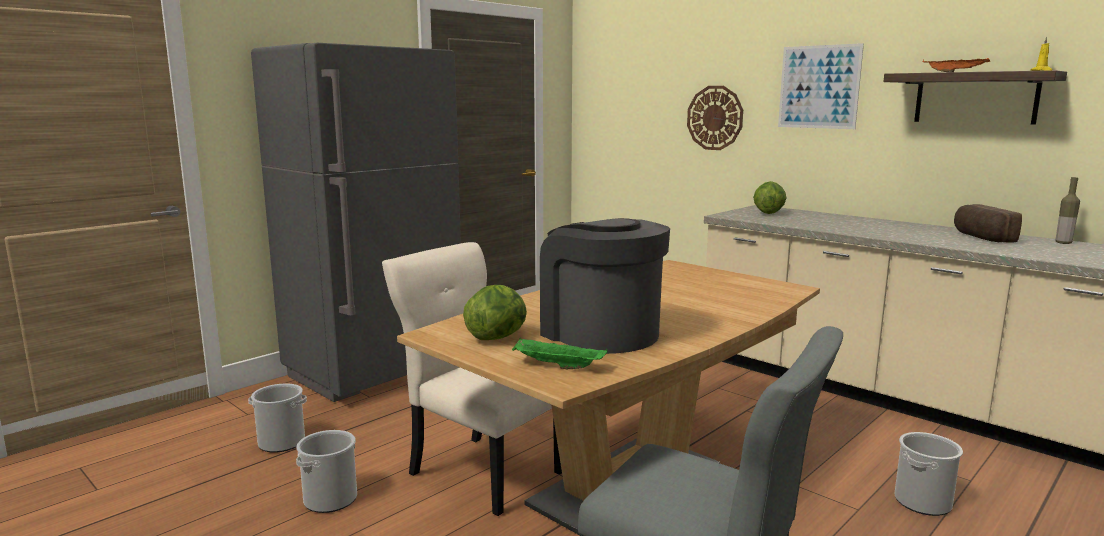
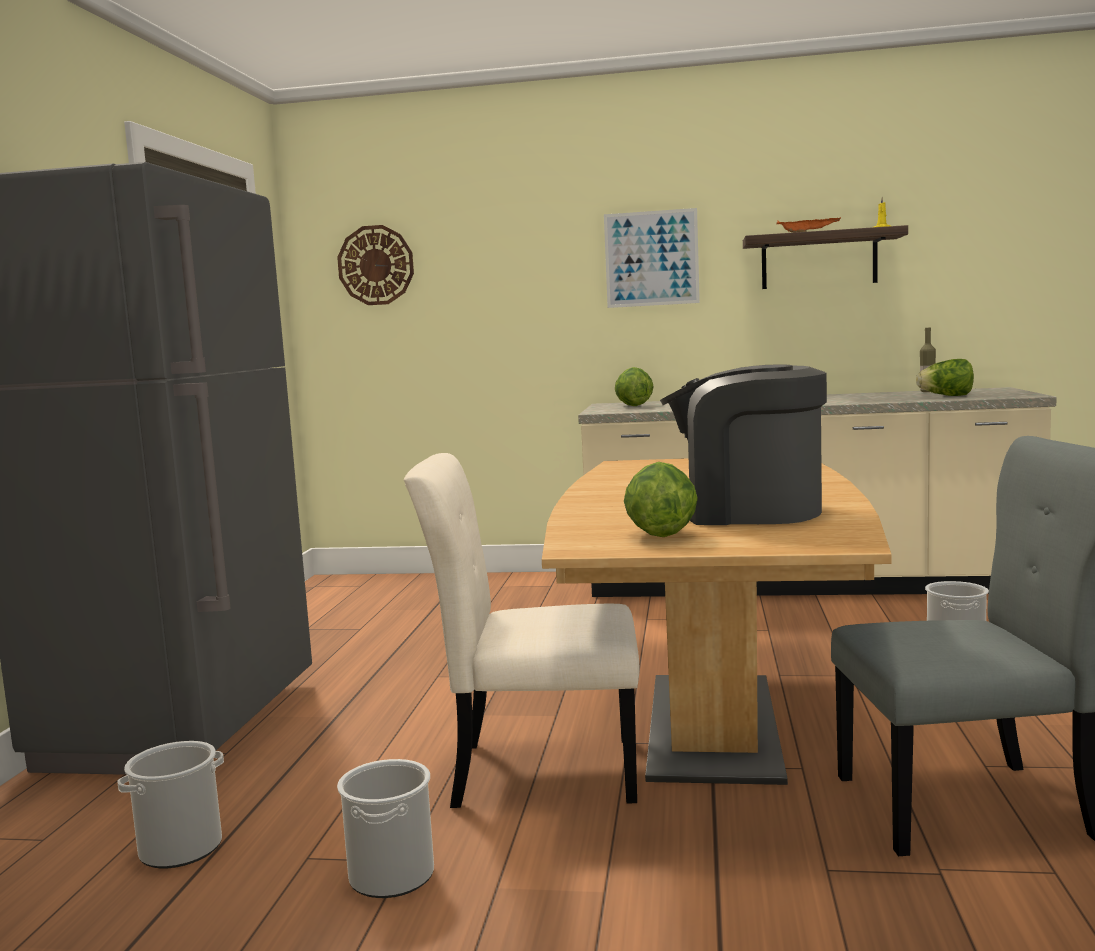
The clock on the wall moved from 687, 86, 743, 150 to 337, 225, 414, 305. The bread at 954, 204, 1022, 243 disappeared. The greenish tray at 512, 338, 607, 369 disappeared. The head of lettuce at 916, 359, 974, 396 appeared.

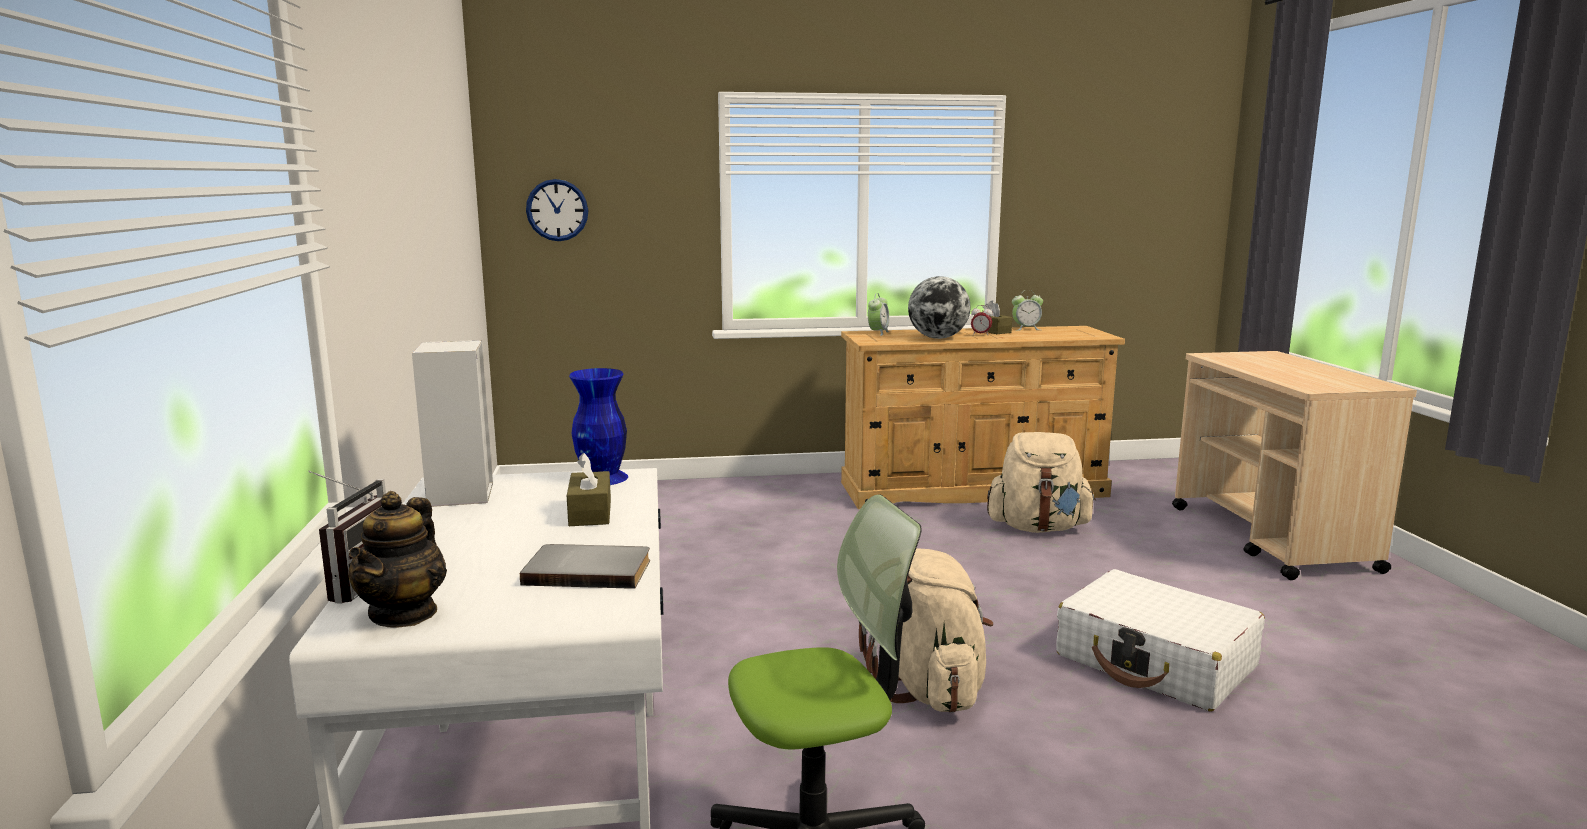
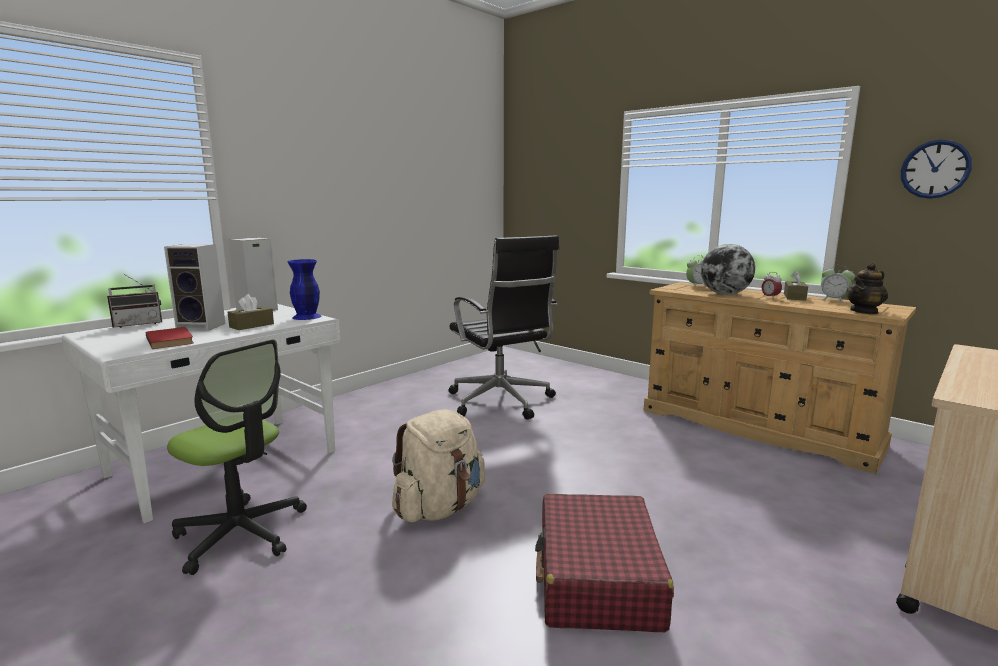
The clock on the wall moved from 526, 179, 588, 241 to 901, 139, 972, 199. The beige-coloured knapsack at 987, 432, 1096, 533 disappeared. The teapot moved from 348, 491, 447, 628 to 846, 263, 888, 314. The greyish volume at 520, 544, 650, 589 became the red volume at 146, 327, 194, 349. The white-coloured suitcase at 1056, 569, 1265, 712 became the red suitcase at 535, 493, 674, 632. The blackish computer chair at 449, 235, 559, 420 appeared. The loudspeaker at 164, 244, 225, 331 appeared.

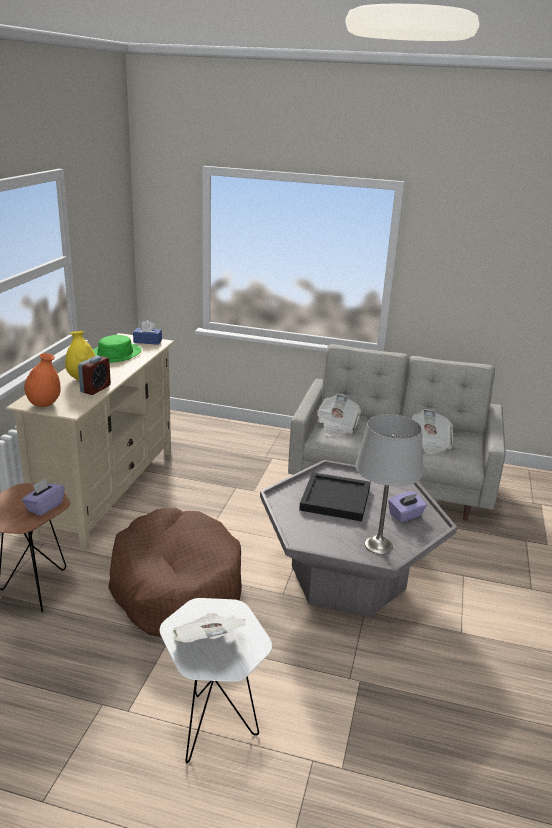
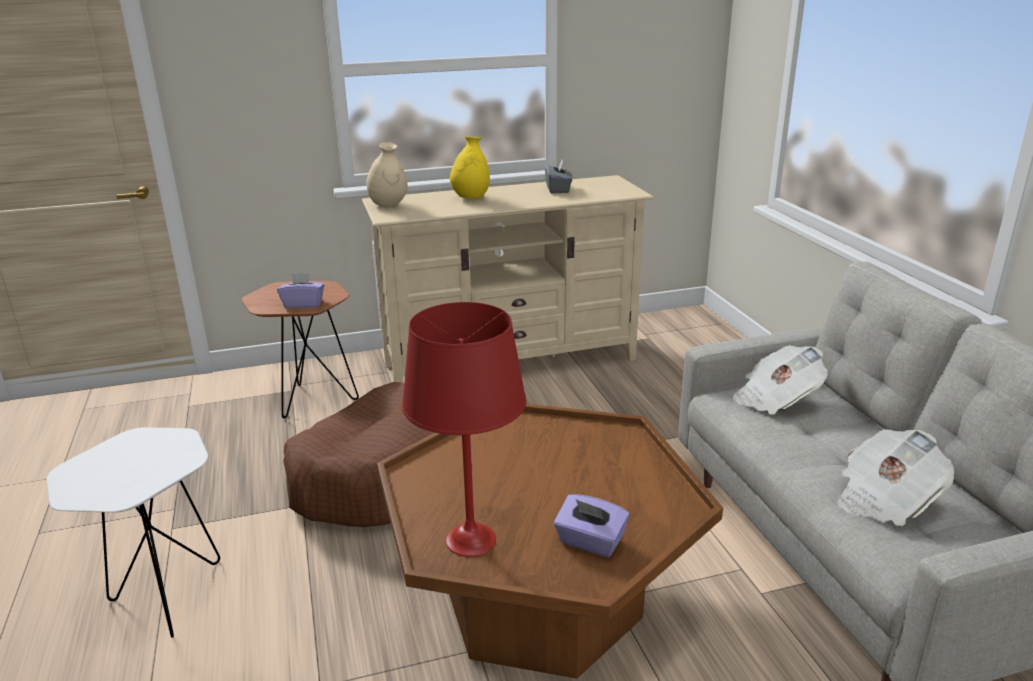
The blue-coloured box of tissues at 133, 320, 162, 345 disappeared. The greenish wearable hat at 93, 335, 142, 363 was replaced by the greyish box of tissues at 545, 160, 572, 194. The orangey vase at 24, 353, 61, 407 became the beige-coloured vase at 367, 142, 408, 207. The alarm clock at 78, 355, 111, 395 disappeared. The greyish table lamp at 355, 414, 423, 554 became the red table lamp at 402, 302, 526, 557. The greyish lounge table at 260, 460, 457, 617 became the brownish lounge table at 377, 404, 723, 679. The blackish tray at 299, 472, 371, 521 disappeared. The daily paper at 172, 613, 246, 643 disappeared.

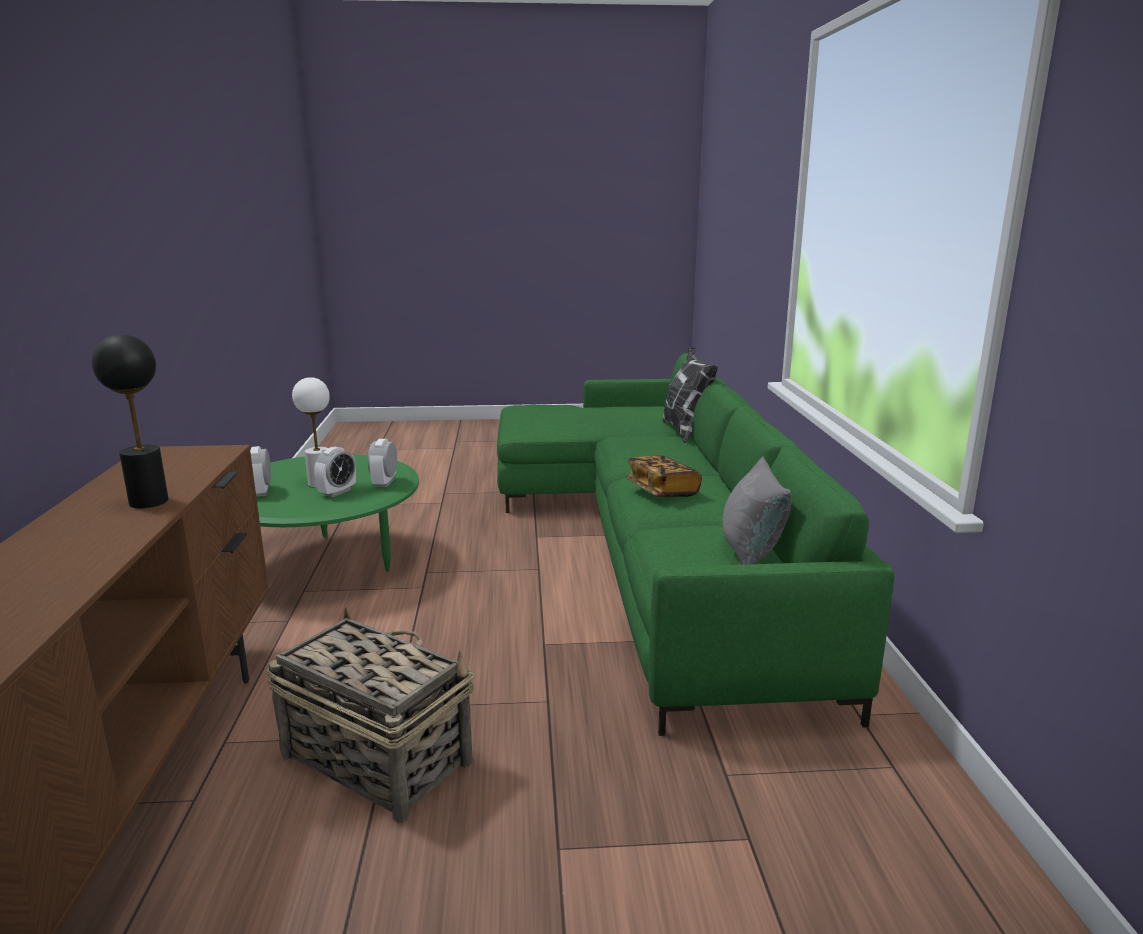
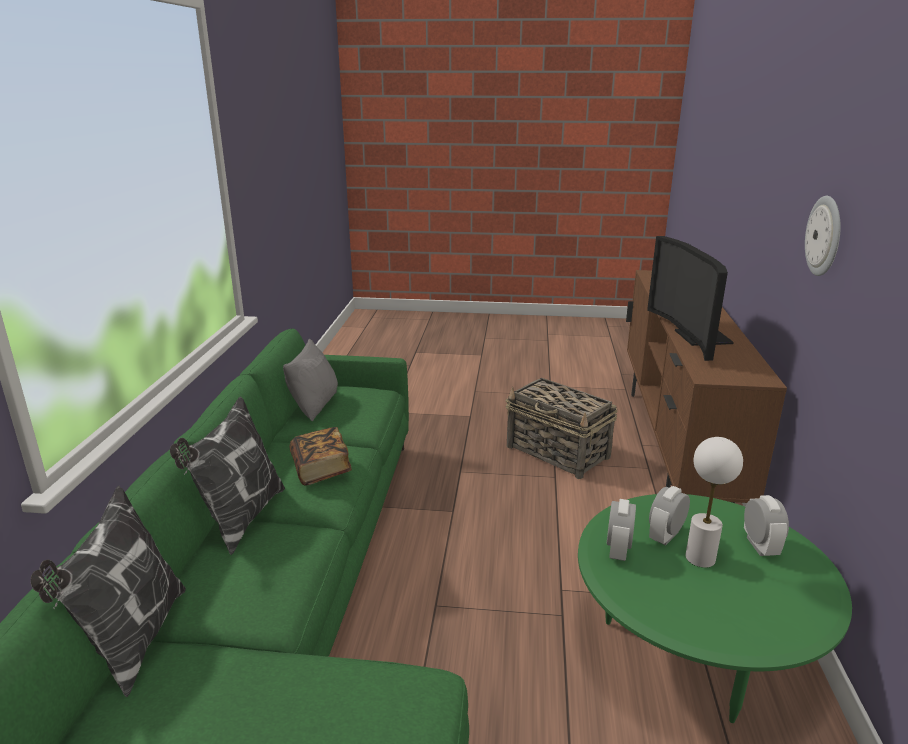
The blackish table lamp at 92, 334, 168, 508 was replaced by the TV at 647, 236, 734, 361. The clock on the wall at 805, 196, 841, 276 appeared. The cushion at 170, 397, 285, 555 appeared.

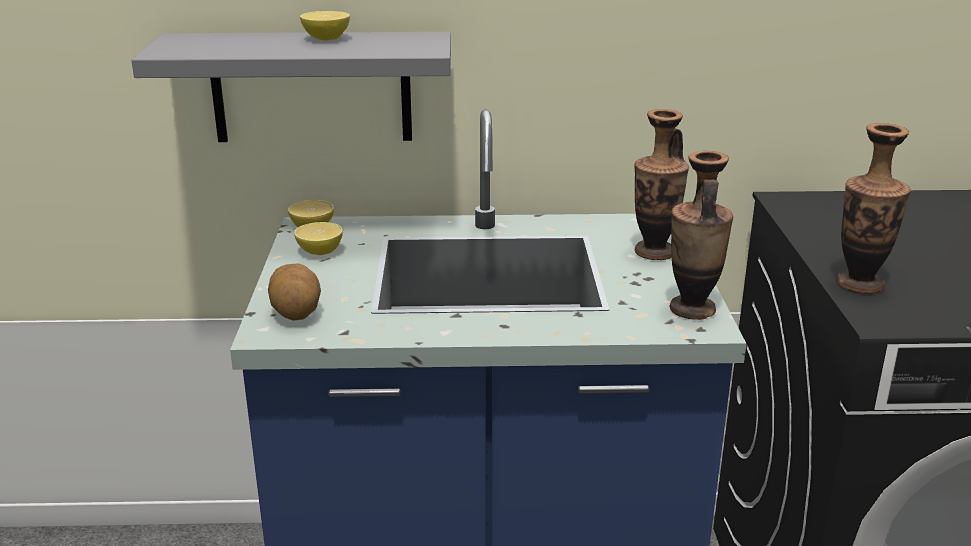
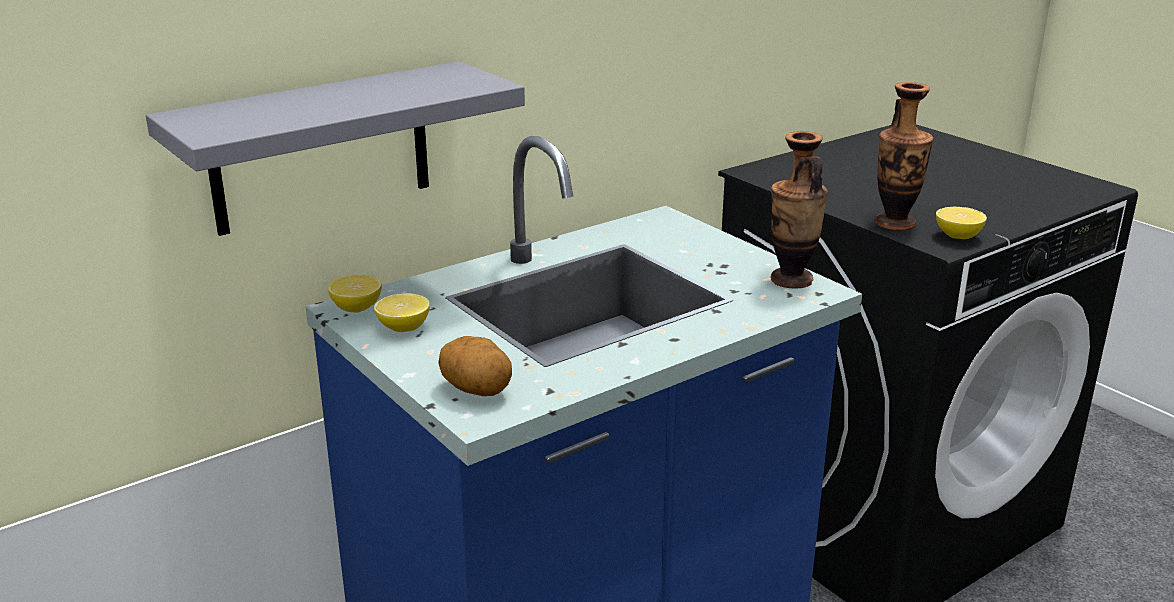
The lemon moved from 300, 11, 350, 40 to 936, 207, 987, 239. The vase at 634, 109, 689, 260 disappeared.

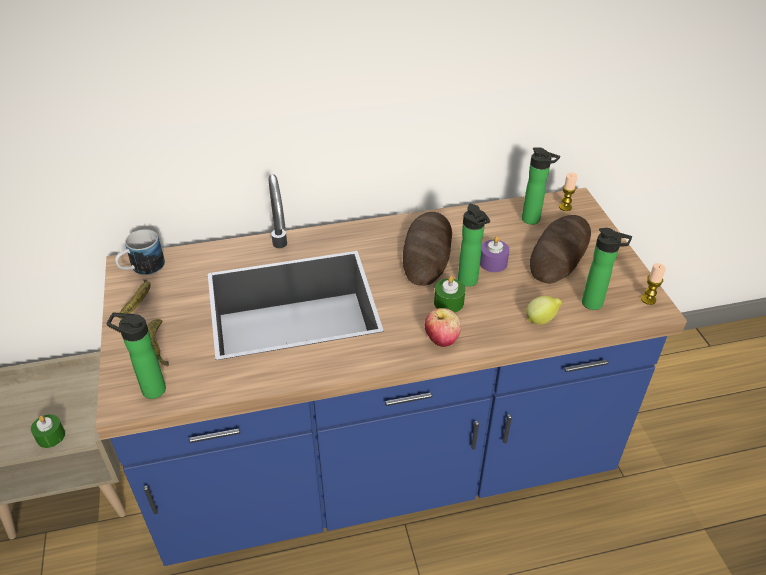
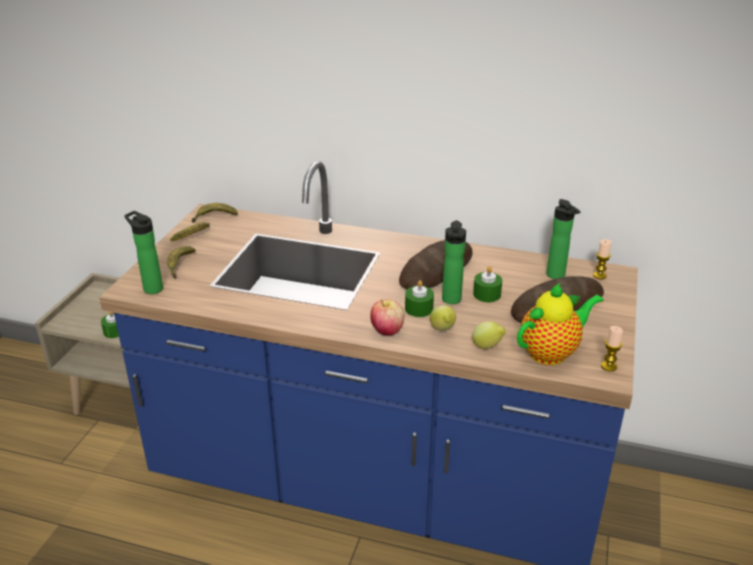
The drink bottle at 582, 228, 632, 310 was replaced by the teapot at 517, 282, 604, 365. The mug at 115, 229, 165, 275 was replaced by the banana fruit at 192, 203, 238, 223. The purplish candle at 480, 236, 510, 272 became the greenish candle at 473, 266, 502, 302. The lemon at 430, 305, 456, 331 appeared.

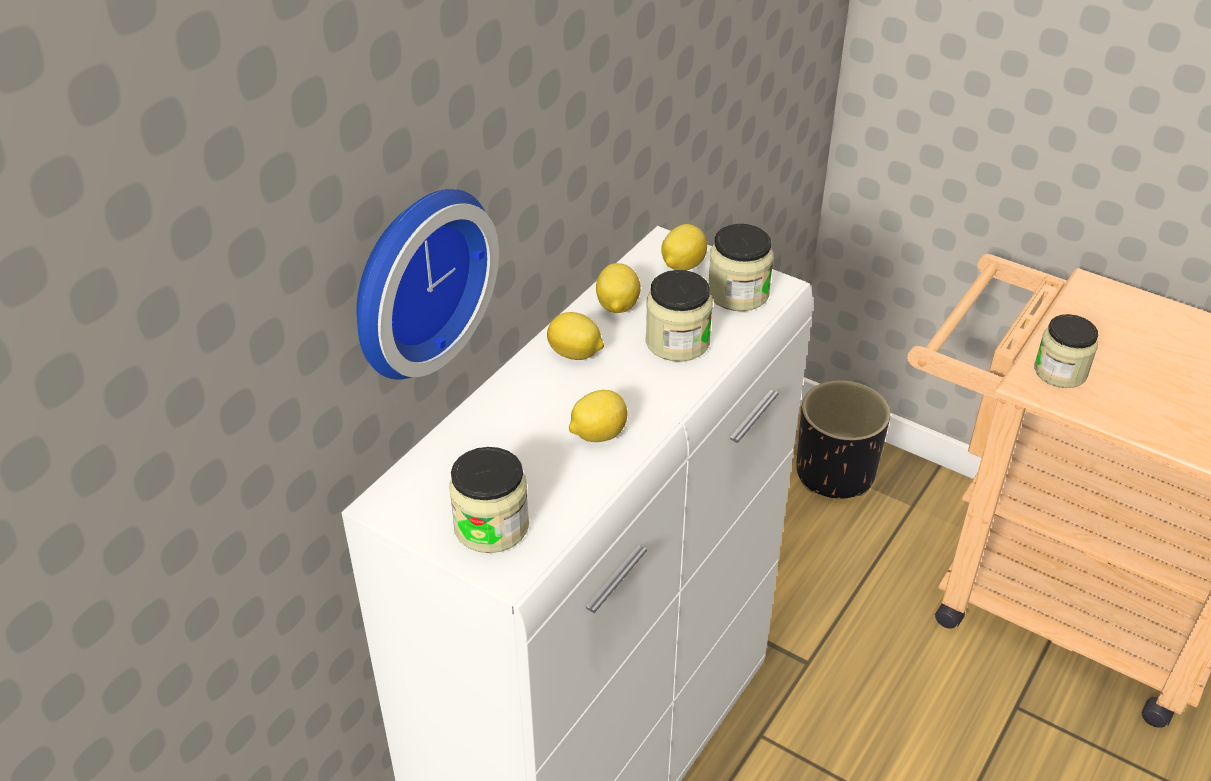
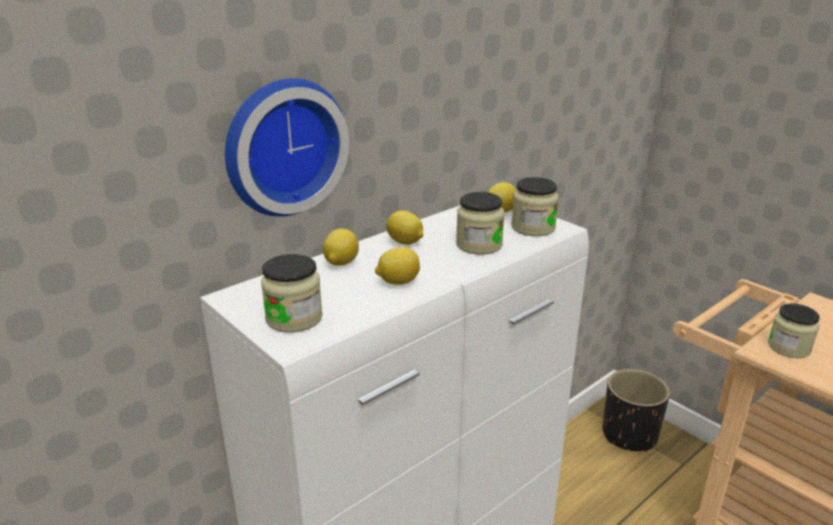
The lemon moved from 596, 263, 641, 313 to 322, 229, 359, 266.

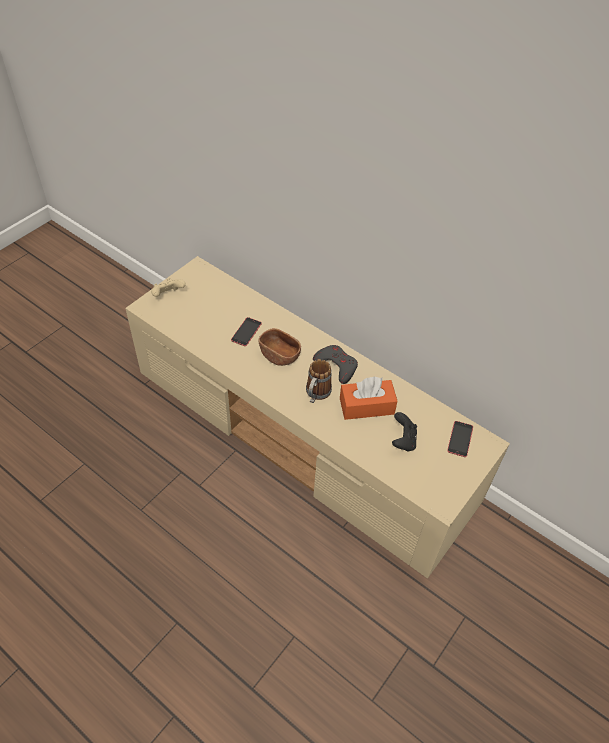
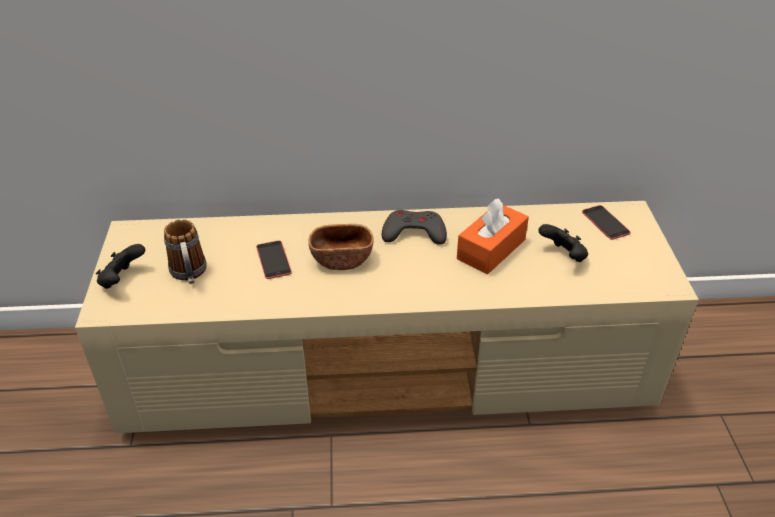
The beige-coloured game controller at 151, 278, 186, 297 became the blackish game controller at 96, 244, 145, 289. The mug moved from 306, 359, 332, 403 to 164, 219, 207, 284.

